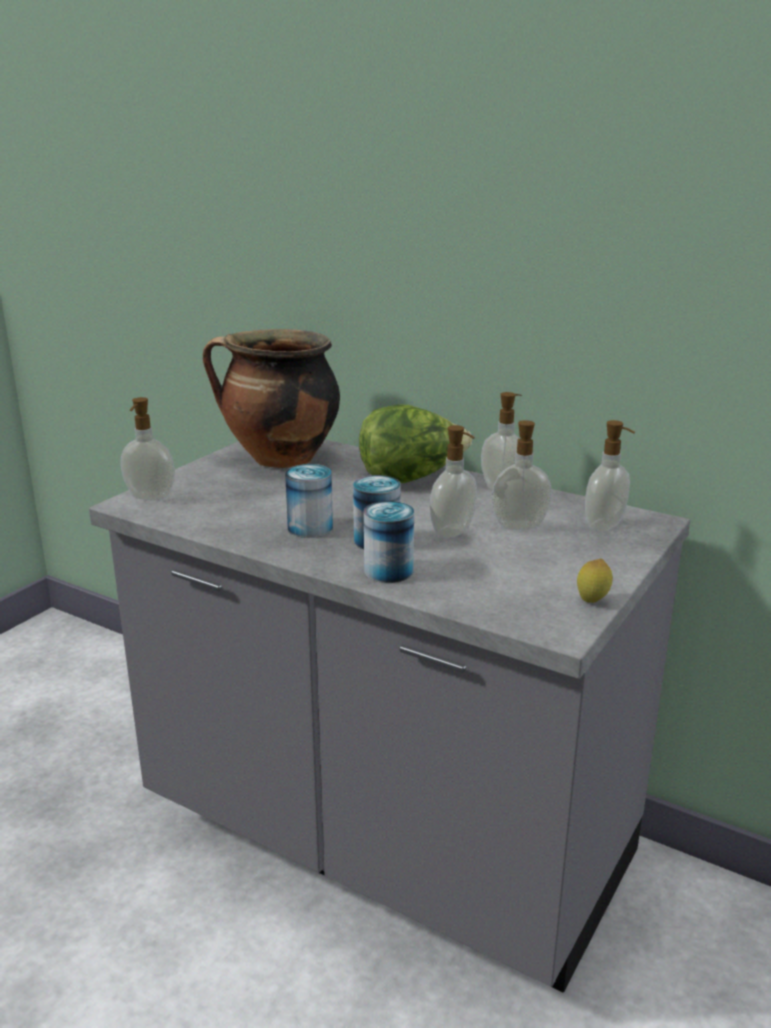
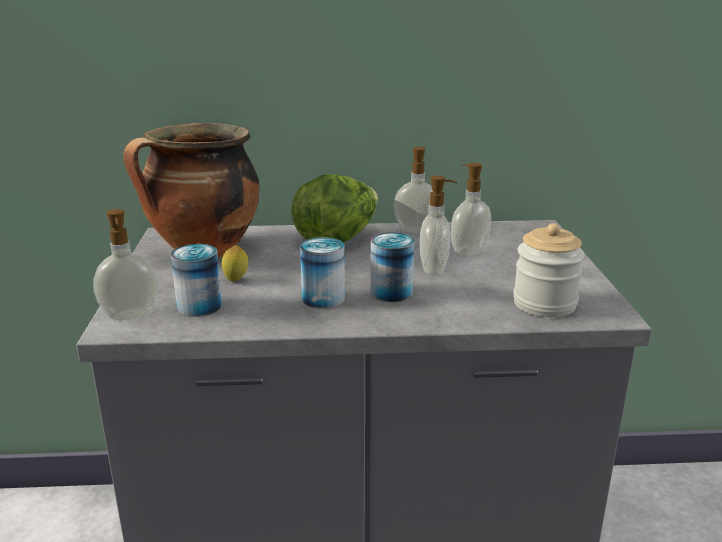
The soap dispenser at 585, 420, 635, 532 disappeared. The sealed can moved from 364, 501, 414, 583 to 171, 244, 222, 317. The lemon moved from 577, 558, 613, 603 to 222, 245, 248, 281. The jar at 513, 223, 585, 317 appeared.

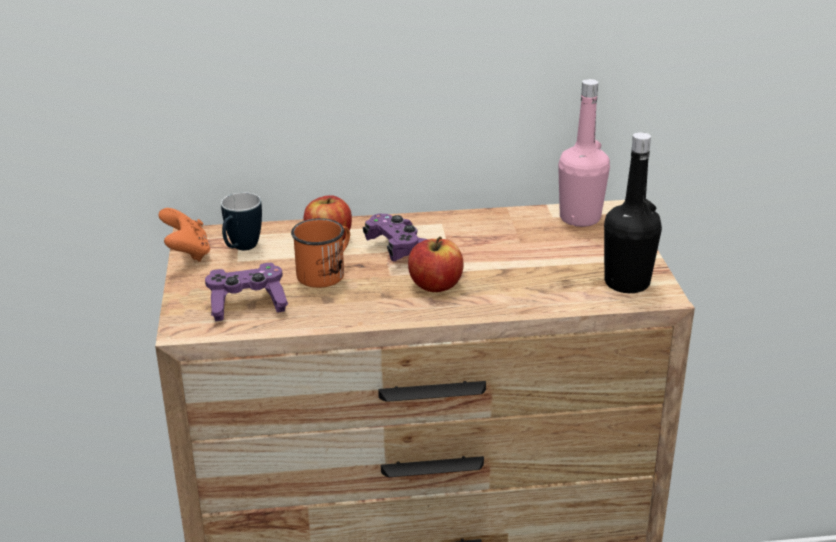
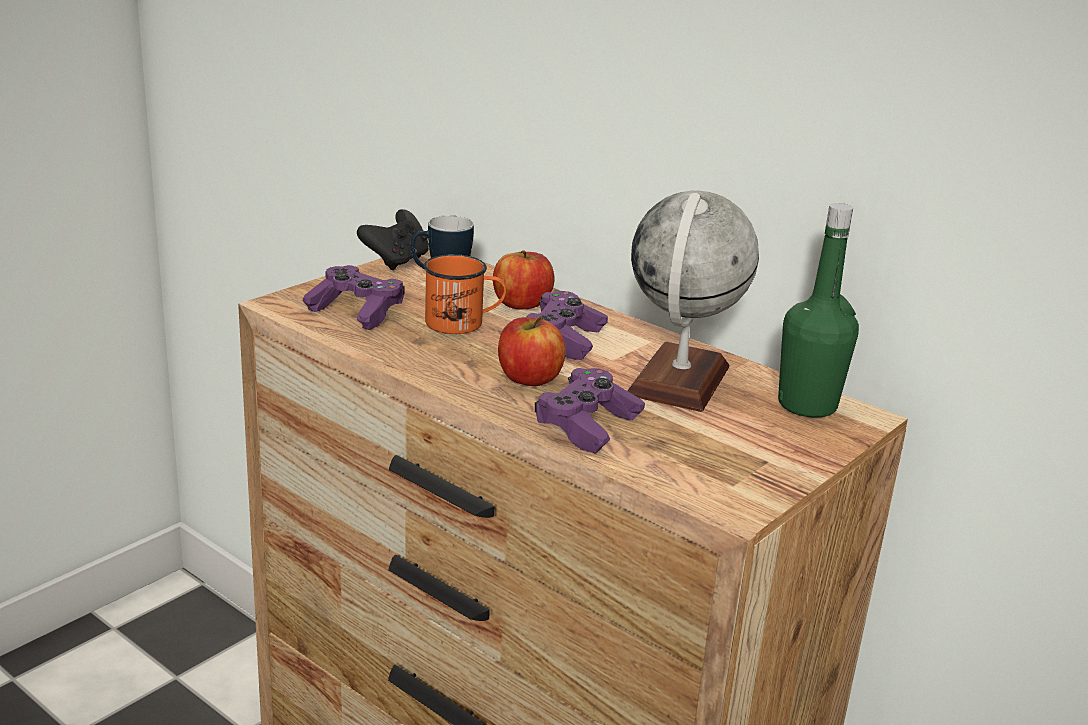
The pink-coloured drink bottle at 558, 79, 610, 227 became the greenish drink bottle at 778, 203, 859, 418. The blackish drink bottle at 604, 132, 662, 293 disappeared. The orangey game controller at 158, 208, 210, 262 became the blackish game controller at 357, 209, 429, 270. The desk globe at 627, 191, 759, 412 appeared. The purplish game controller at 535, 368, 645, 454 appeared.

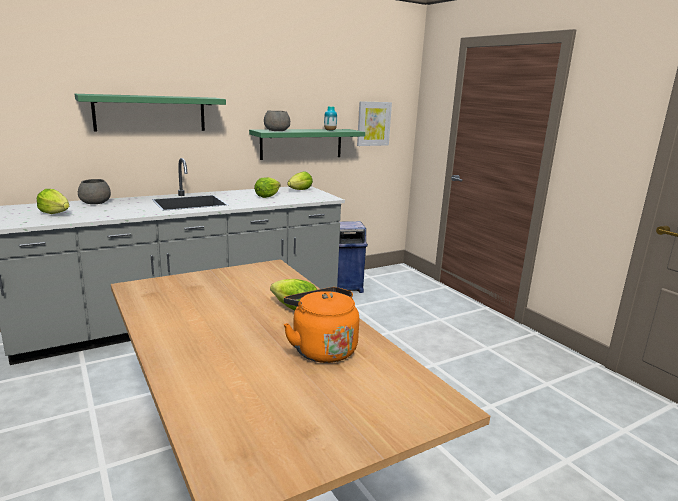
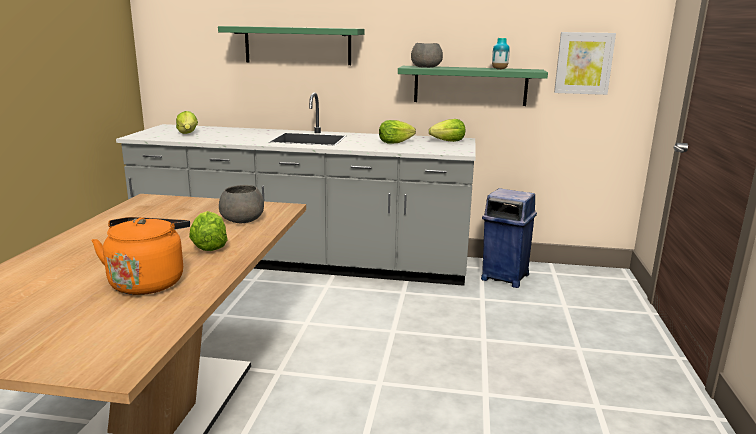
The greyish deep dish moved from 78, 179, 111, 204 to 219, 185, 264, 223.

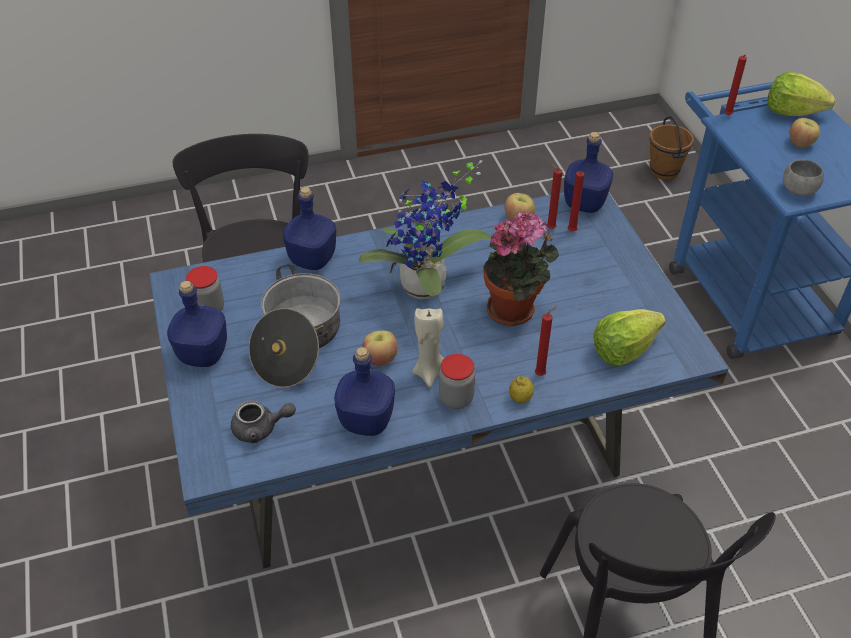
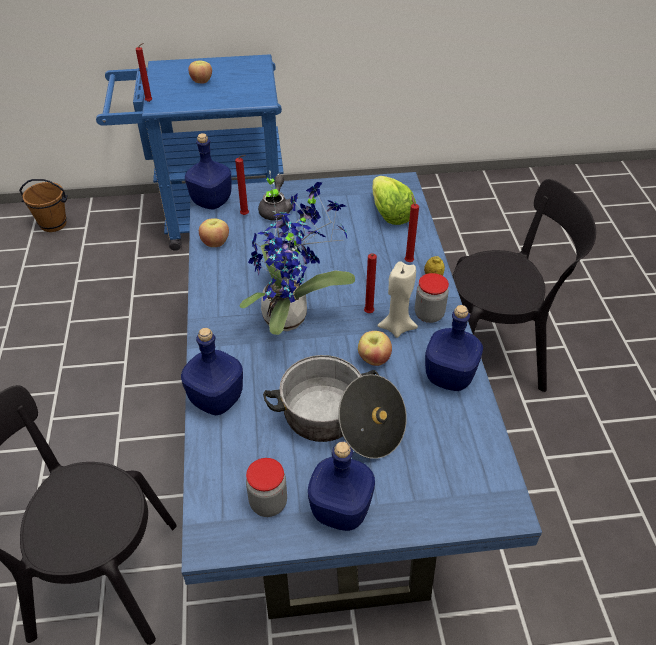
The head of lettuce at 767, 72, 836, 116 disappeared. The greyish deep dish at 783, 159, 824, 196 disappeared. The red candle moved from 547, 164, 562, 229 to 364, 254, 377, 313. The houseplant at 483, 212, 559, 326 disappeared. The greyish teapot moved from 231, 400, 296, 443 to 258, 175, 298, 220.

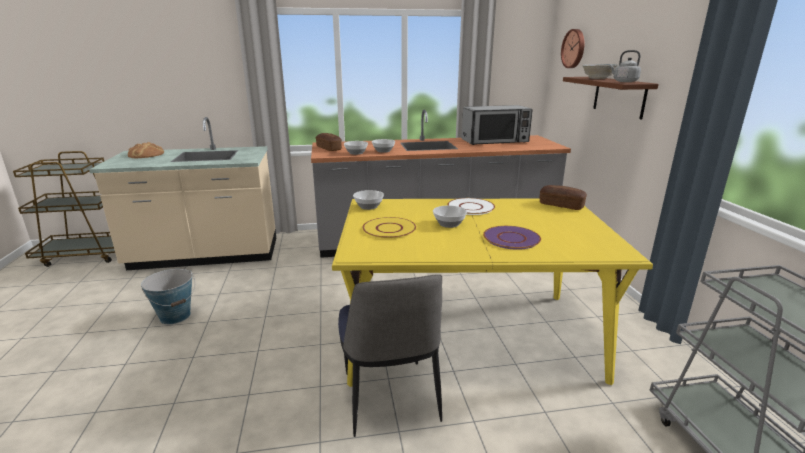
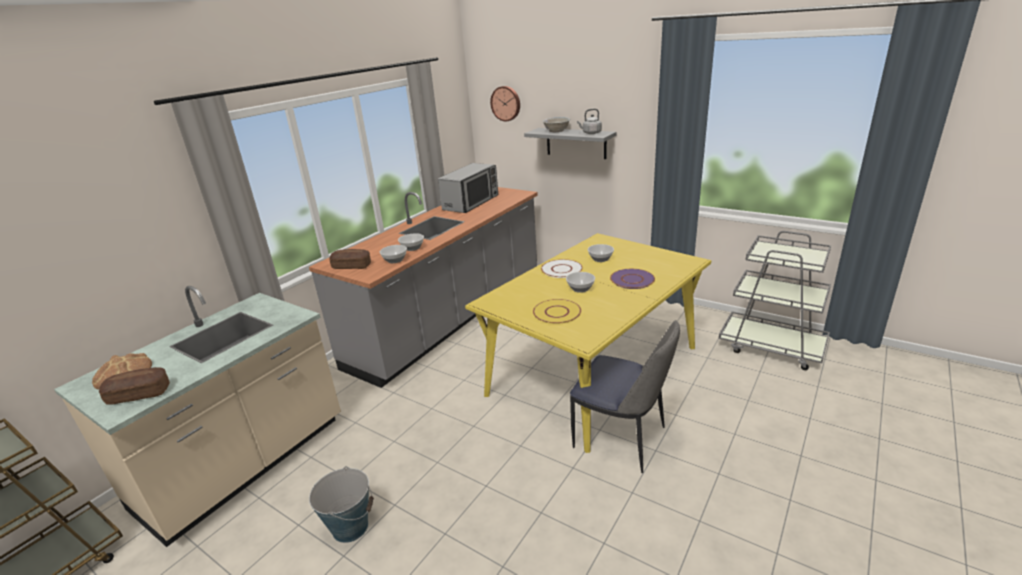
The brownish bracket shelf at 563, 77, 659, 119 became the greyish bracket shelf at 524, 128, 616, 159. The bread moved from 540, 185, 587, 210 to 99, 367, 170, 405. The deep dish moved from 353, 190, 384, 210 to 588, 244, 614, 262.

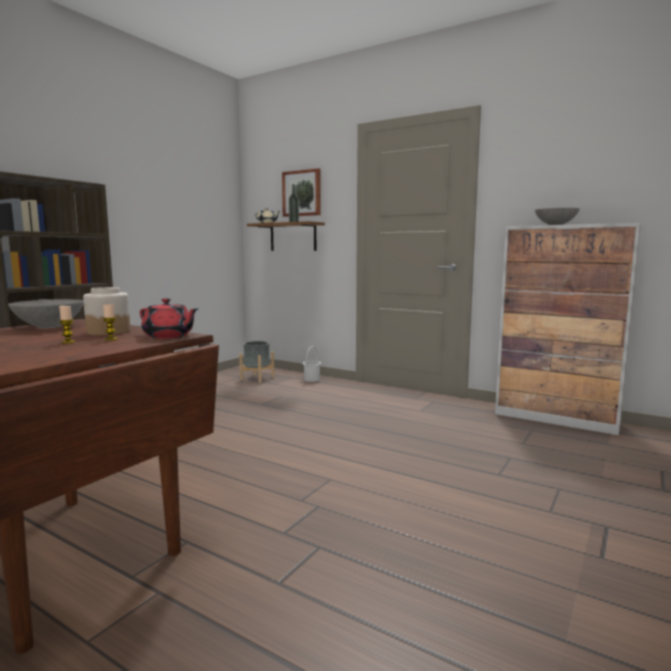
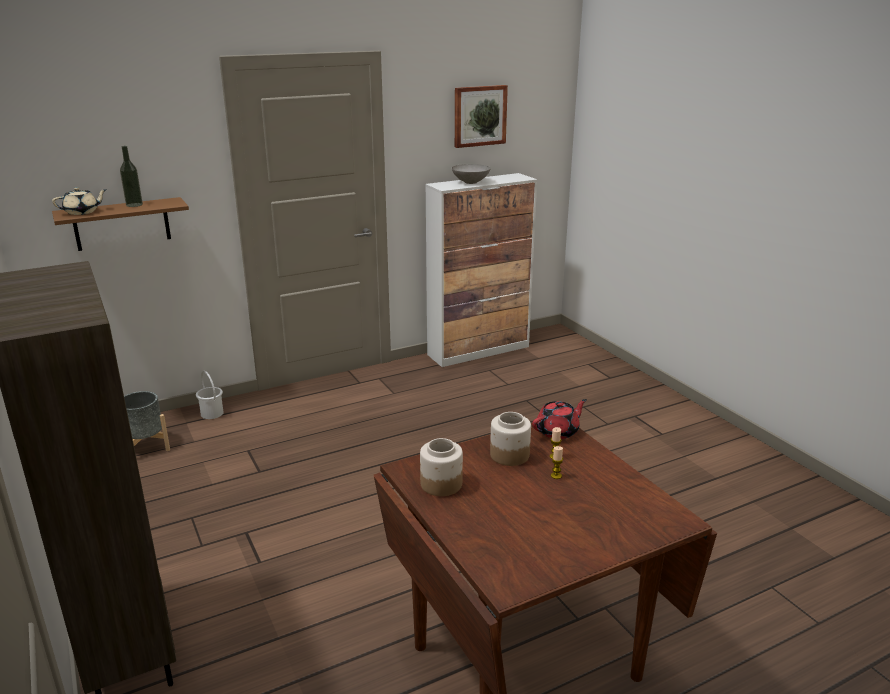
The wall picture moved from 282, 168, 320, 217 to 455, 85, 508, 148. The greyish deep dish at 8, 299, 84, 329 was replaced by the jar at 420, 438, 463, 496.

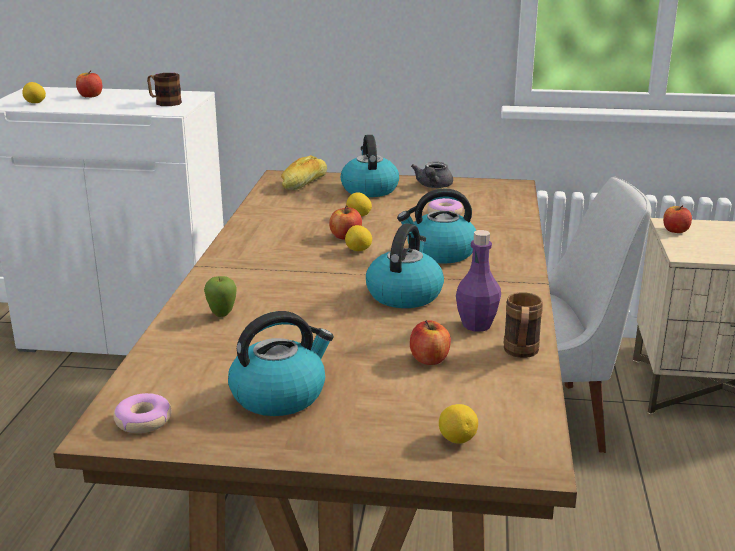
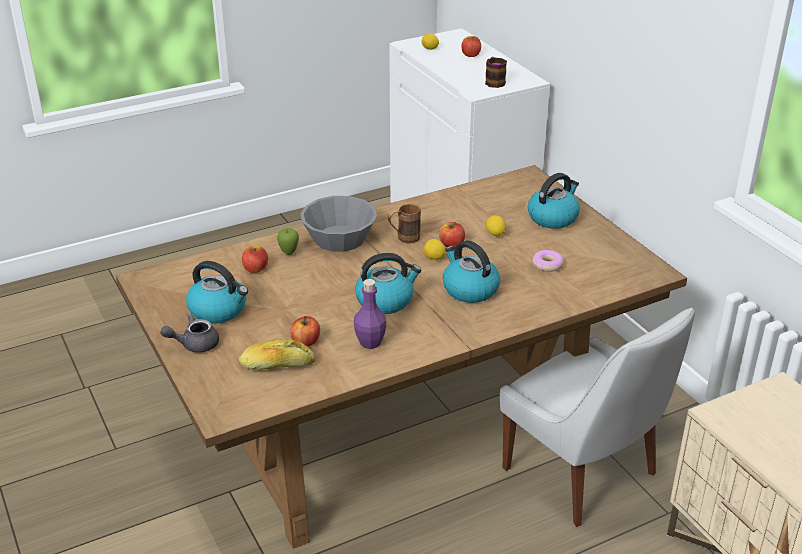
The bread moved from 281, 155, 327, 190 to 239, 339, 315, 370. The greyish teapot moved from 411, 162, 453, 188 to 160, 313, 219, 353. The whole apple moved from 663, 205, 692, 233 to 242, 246, 268, 273. The brownish mug moved from 504, 292, 543, 358 to 388, 204, 421, 244. The ring doughnut at 113, 393, 172, 433 disappeared. The lemon at 439, 404, 478, 444 disappeared. The greyish deep dish at 300, 196, 377, 252 appeared.

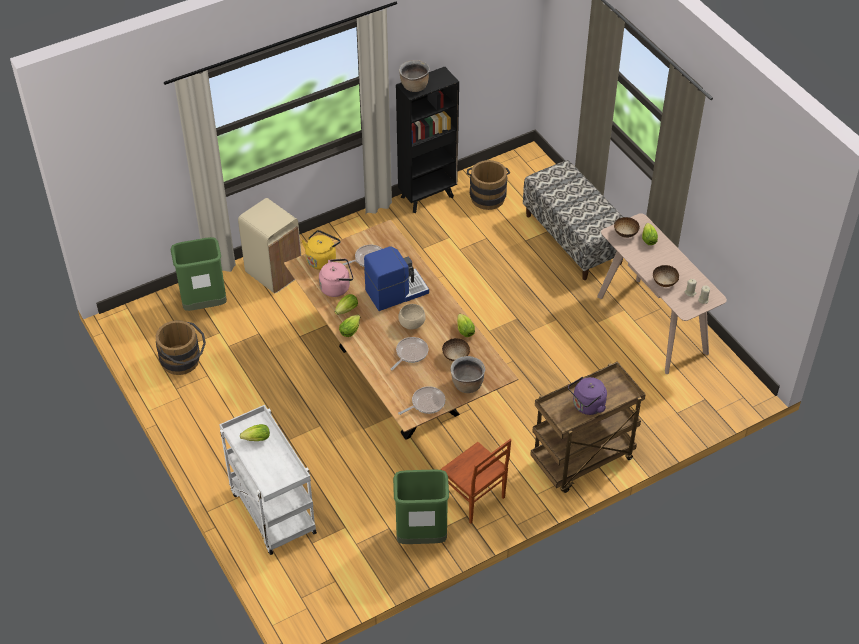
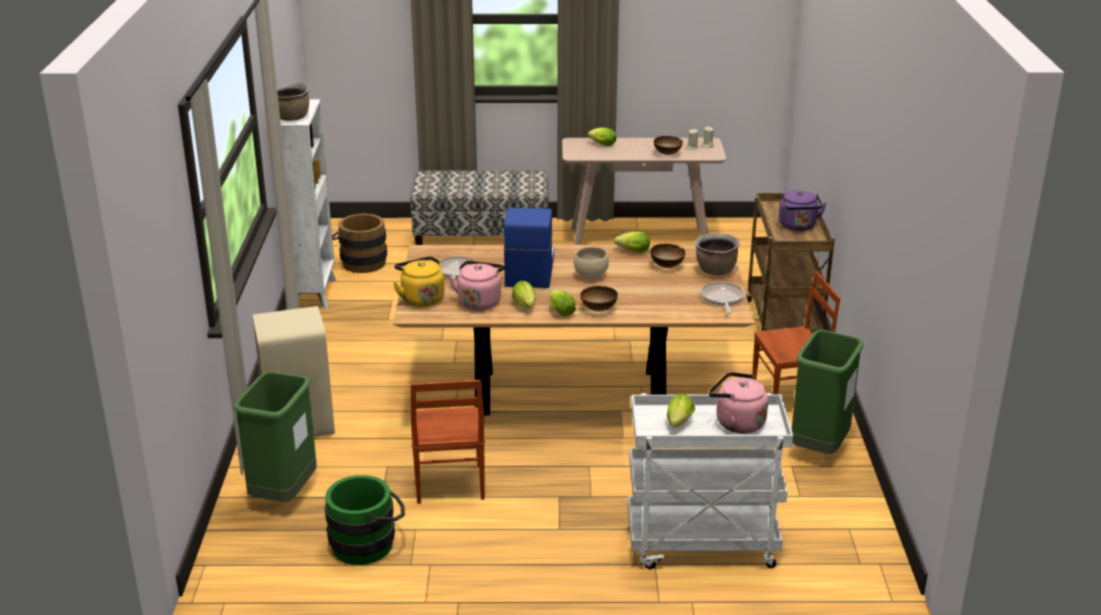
The blackish bookshelf at 396, 67, 459, 213 became the white-coloured bookshelf at 280, 99, 337, 309. The deep dish moved from 614, 217, 640, 238 to 581, 286, 618, 312. The brownish water bucket at 156, 320, 206, 375 became the greenish water bucket at 325, 475, 405, 565. The frying pan at 391, 337, 428, 370 disappeared. The pink-coloured tea kettle at 709, 372, 768, 433 appeared. The brownish chair at 410, 380, 485, 504 appeared.

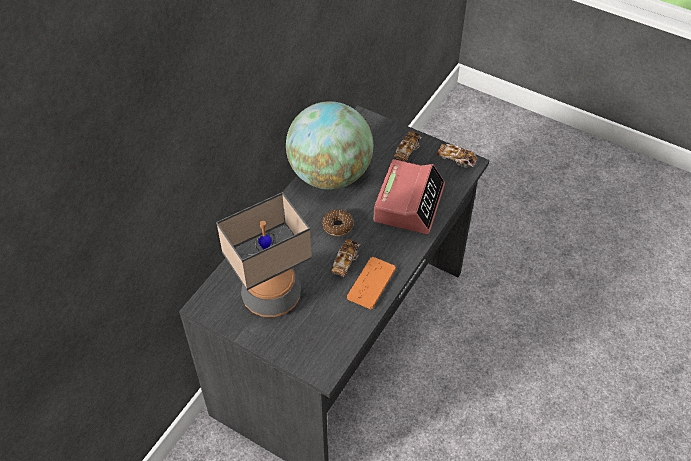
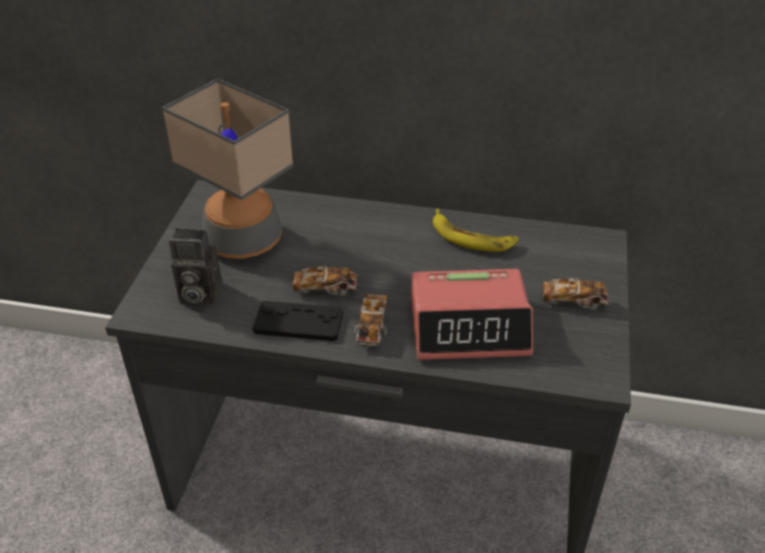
The desk globe at 286, 101, 373, 189 was replaced by the banana fruit at 433, 209, 519, 252. The toy car moved from 437, 144, 478, 168 to 354, 294, 387, 346. The ring doughnut at 322, 209, 354, 236 disappeared. The orangey game controller at 347, 257, 396, 309 became the blackish game controller at 253, 301, 343, 341. The photo camera at 169, 228, 222, 305 appeared.

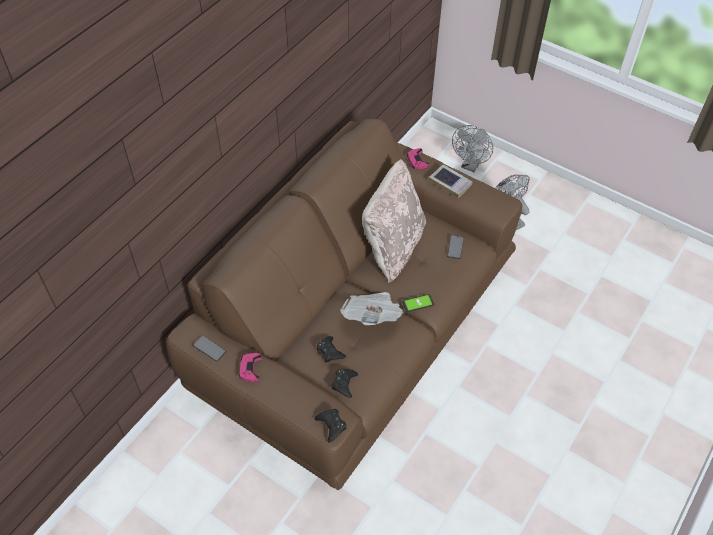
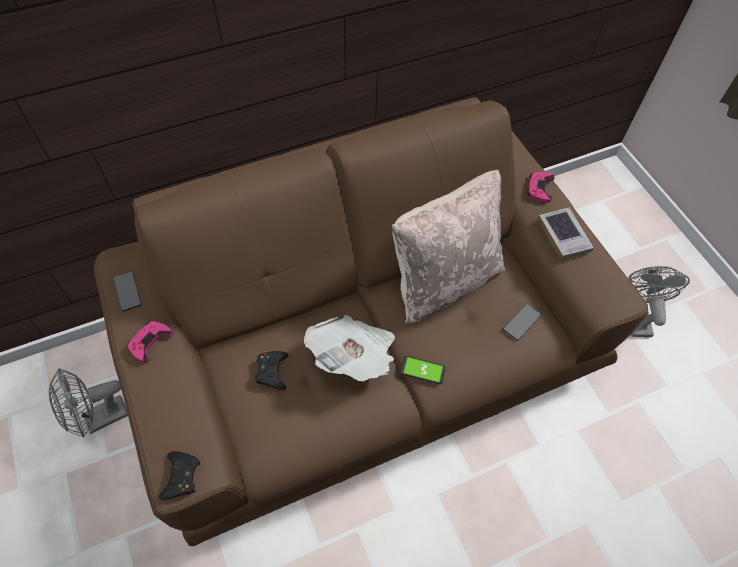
The greyish electric fan moved from 452, 125, 493, 172 to 49, 368, 128, 438. The blackish game controller at 332, 369, 358, 398 disappeared.

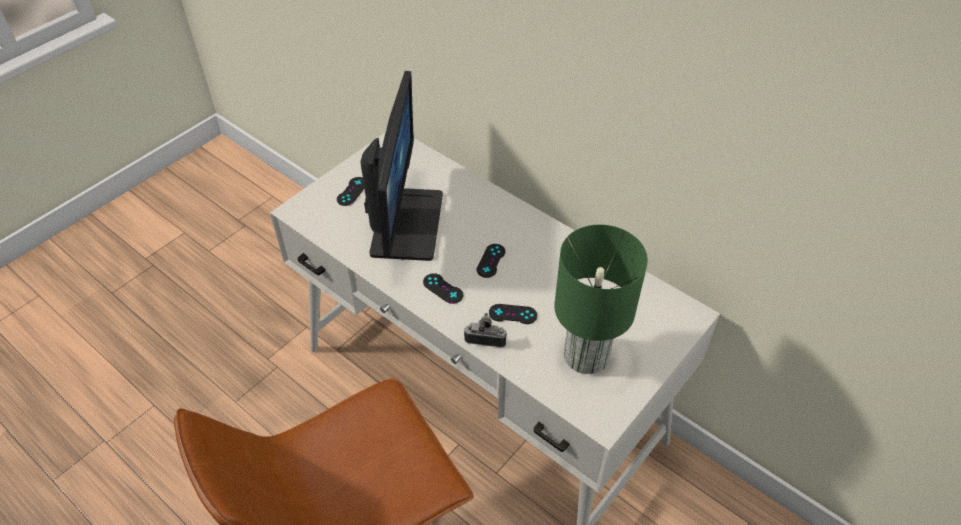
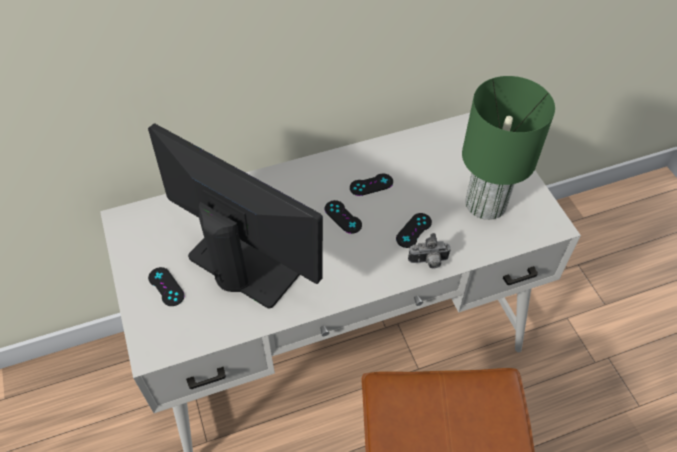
The blackish game controller moved from 423, 273, 463, 304 to 350, 174, 393, 196. The photo camera at 464, 313, 507, 348 turned 135 degrees counterclockwise.

